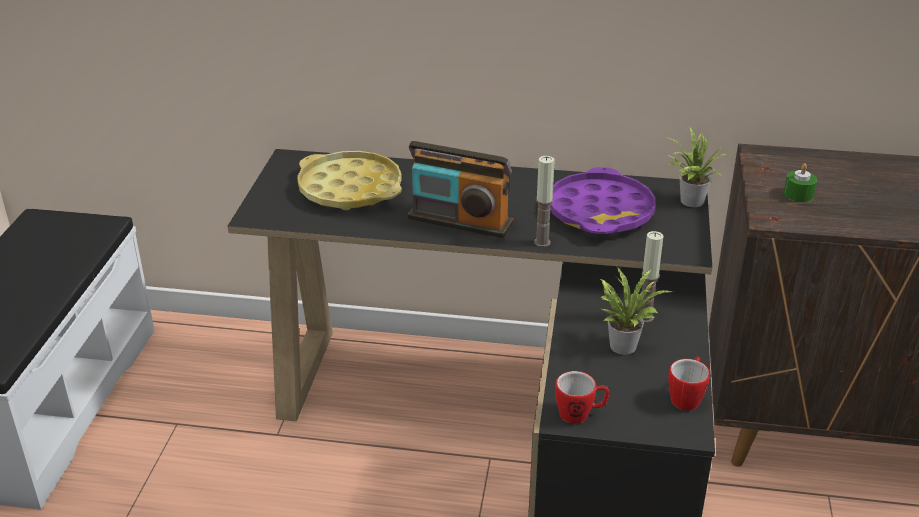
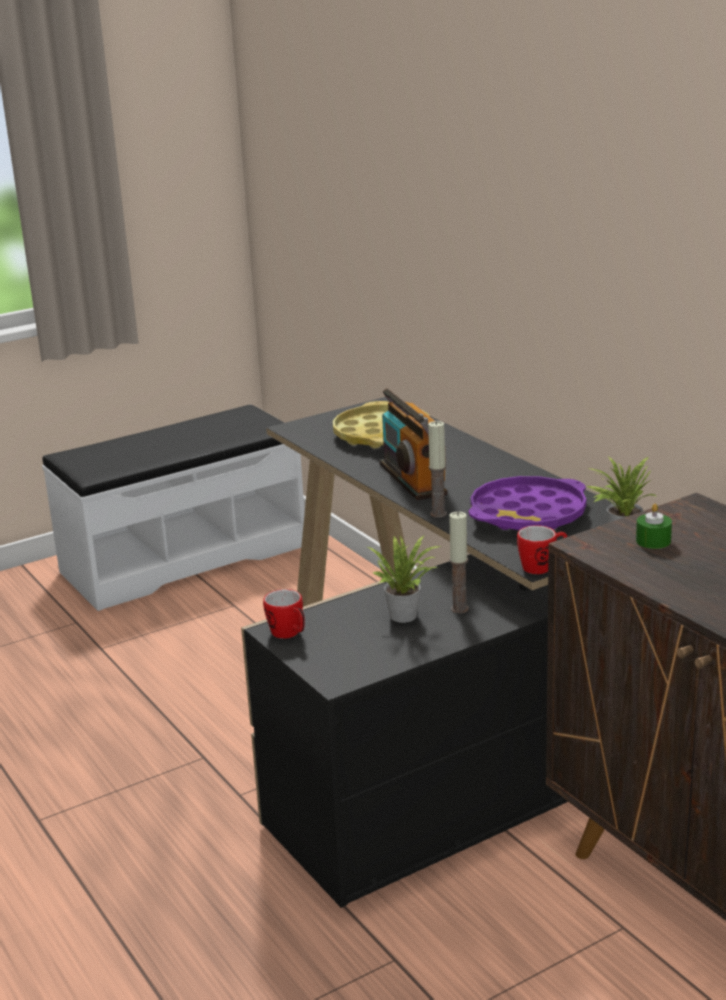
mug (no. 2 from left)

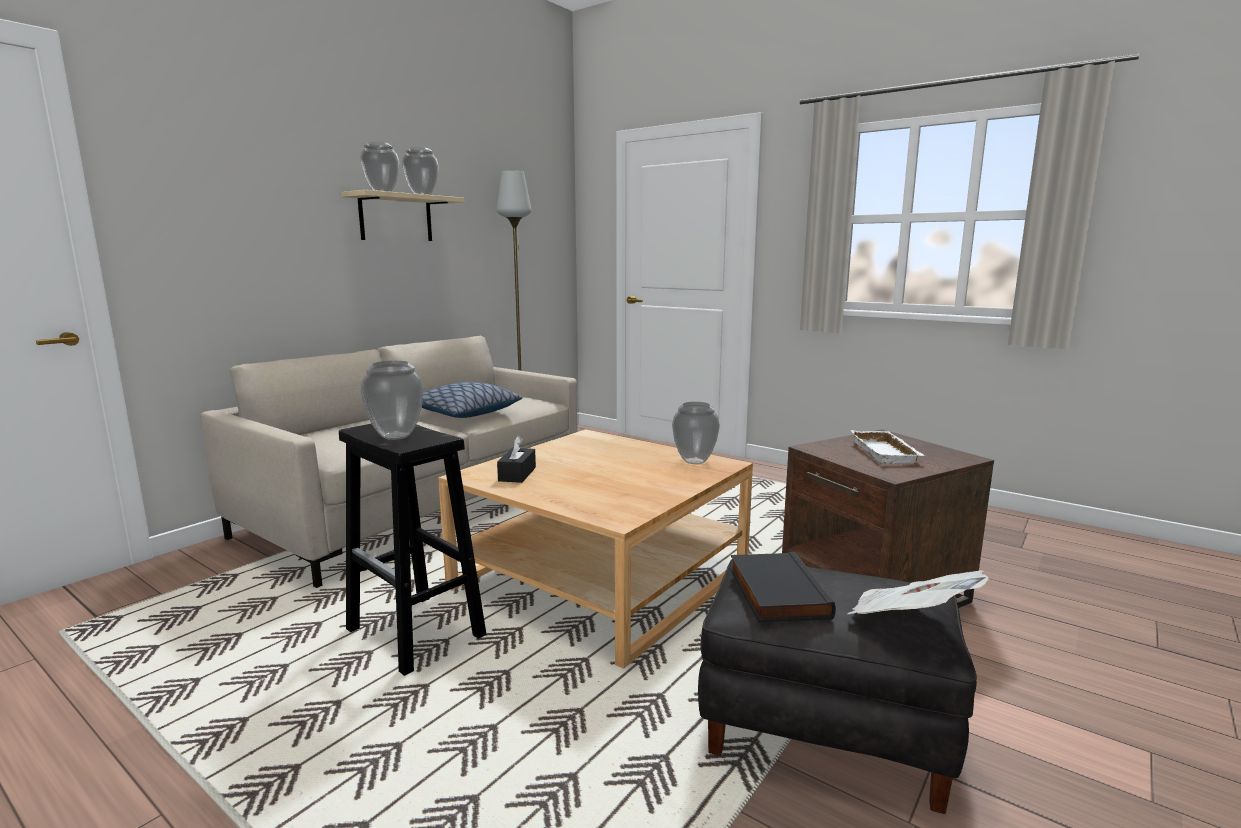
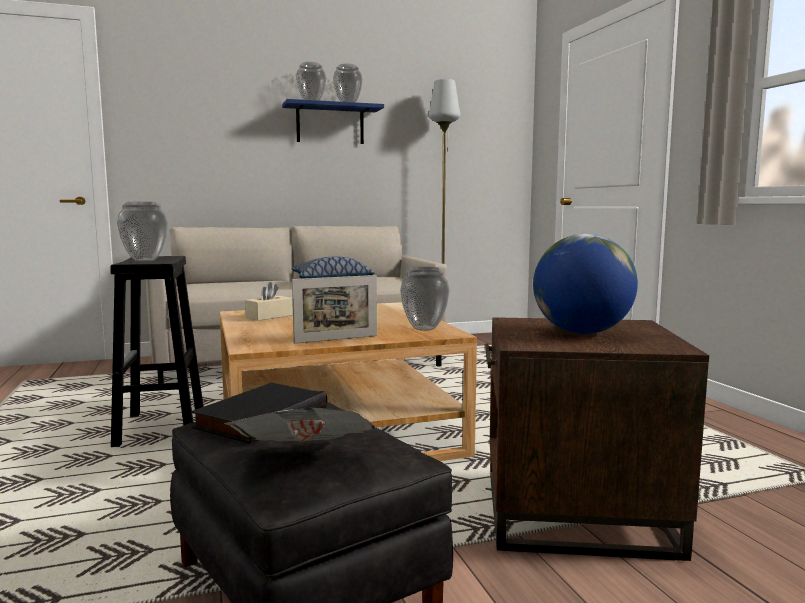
photo frame
world globe
bluish bracket shelf
beige tissue box

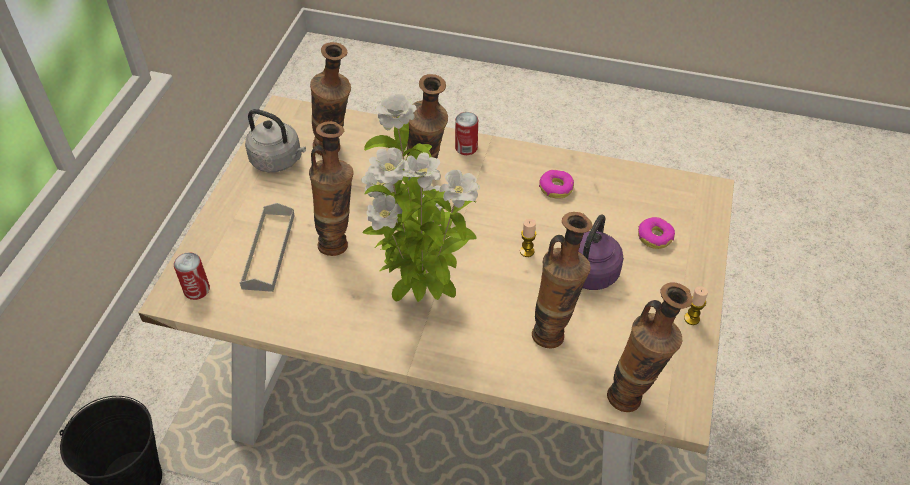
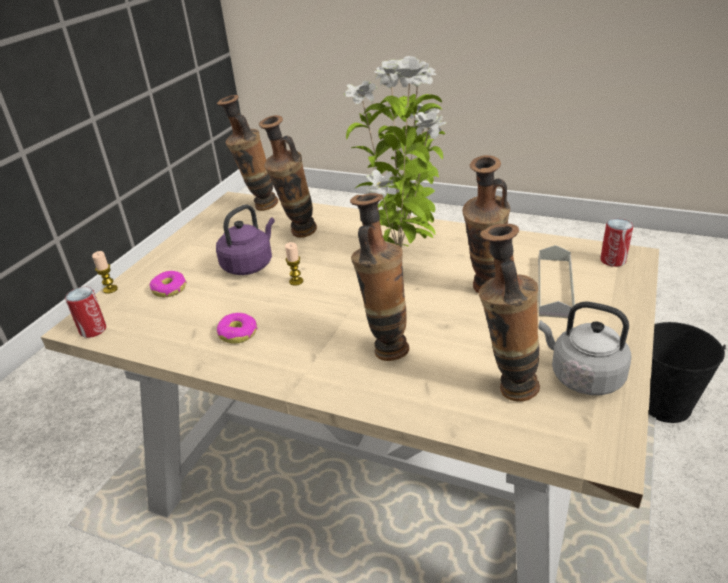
sealed can (no. 1 from left)
candle (no. 1 from left)

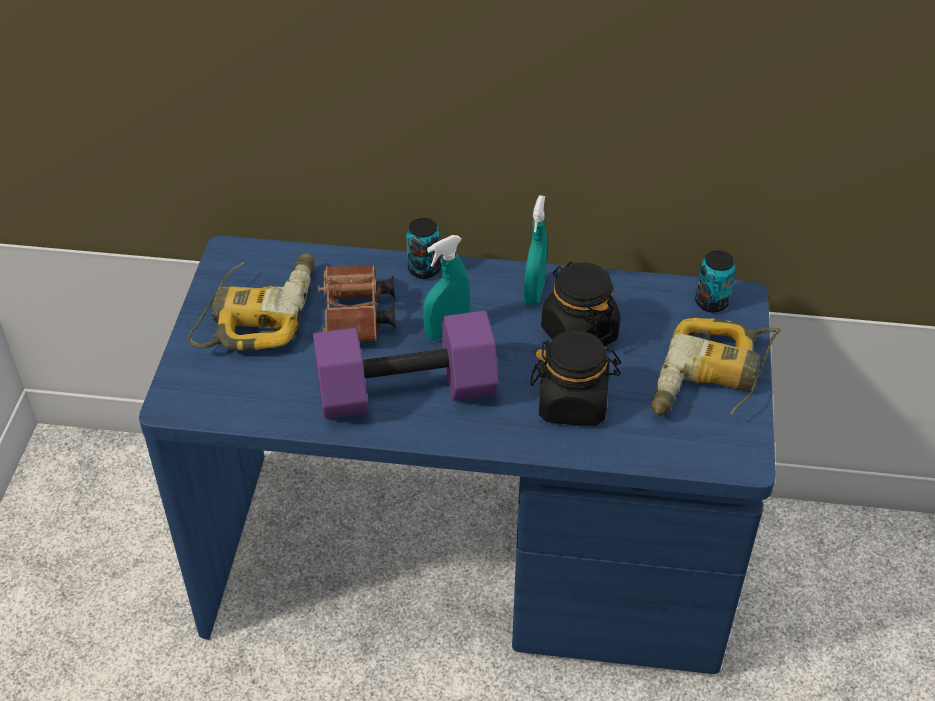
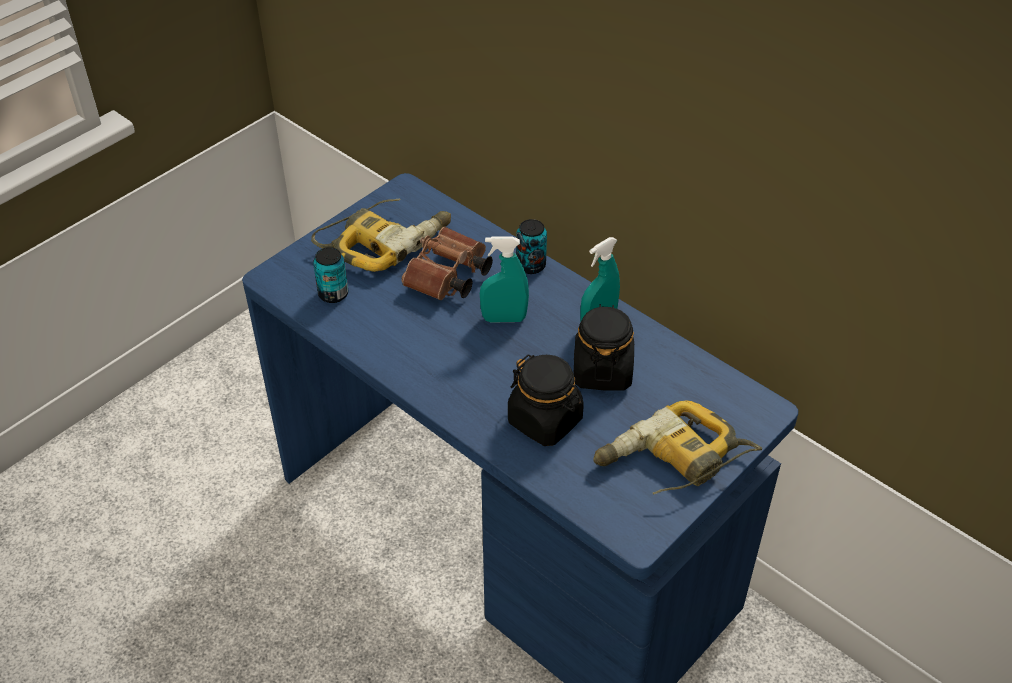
purple free weight
sealed can (no. 1 from left)

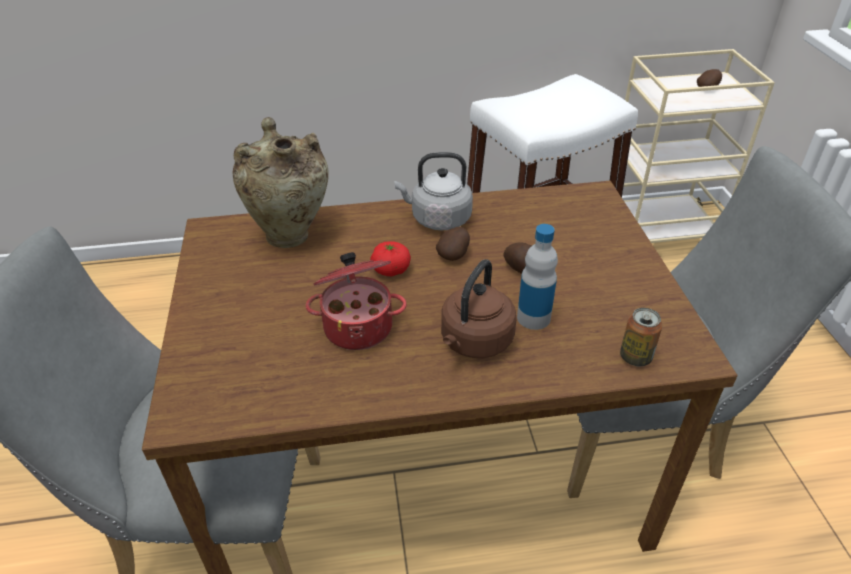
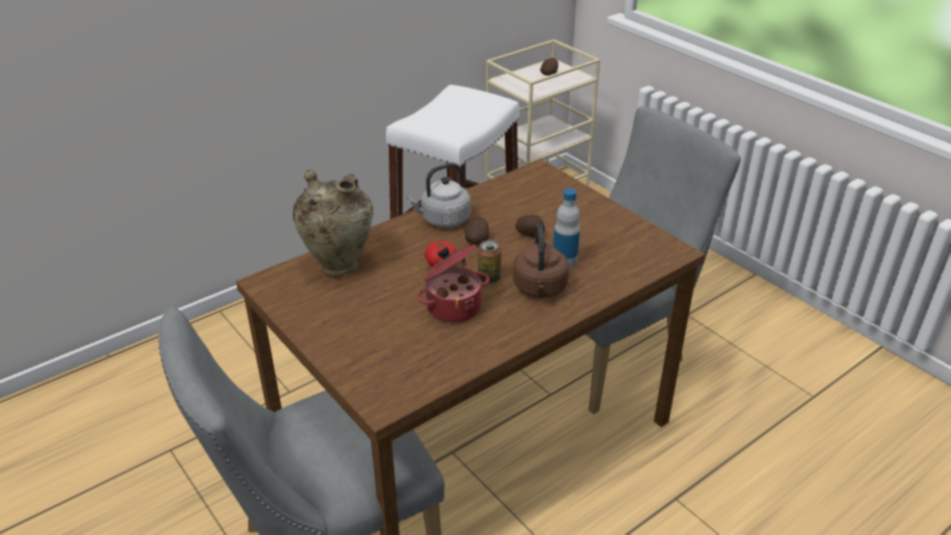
sealed can

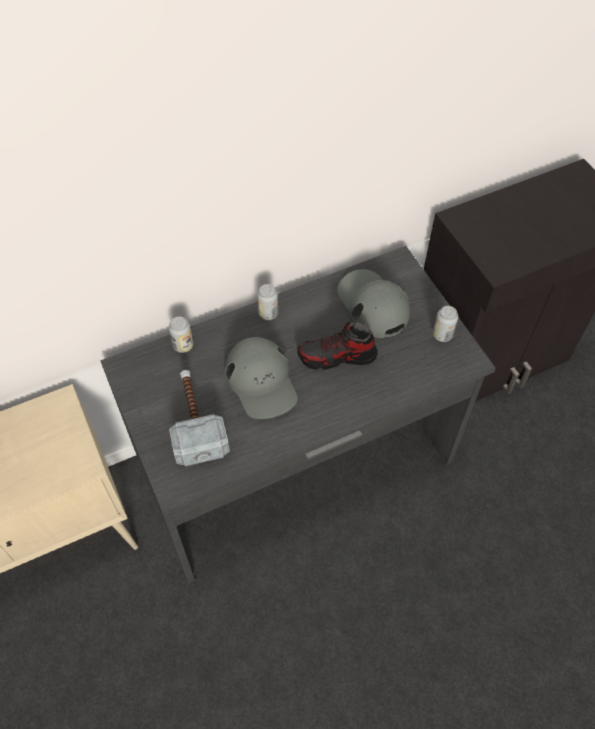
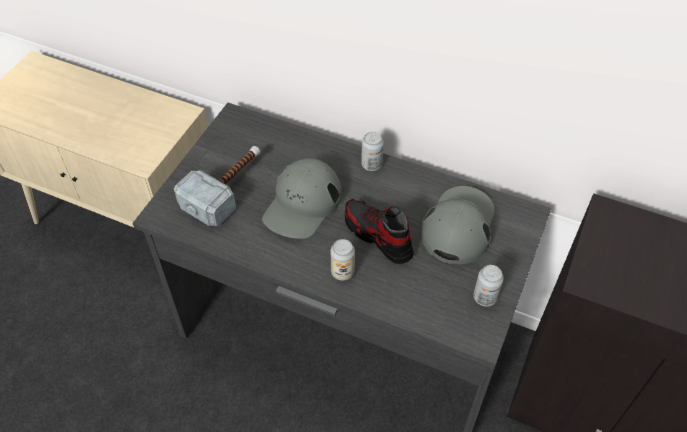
sealed can (no. 1 from left)

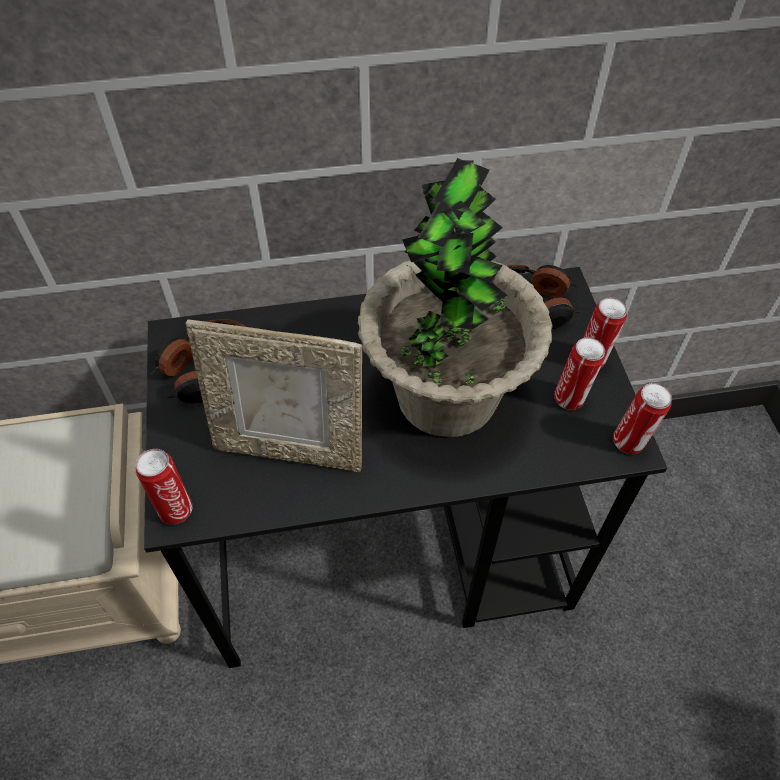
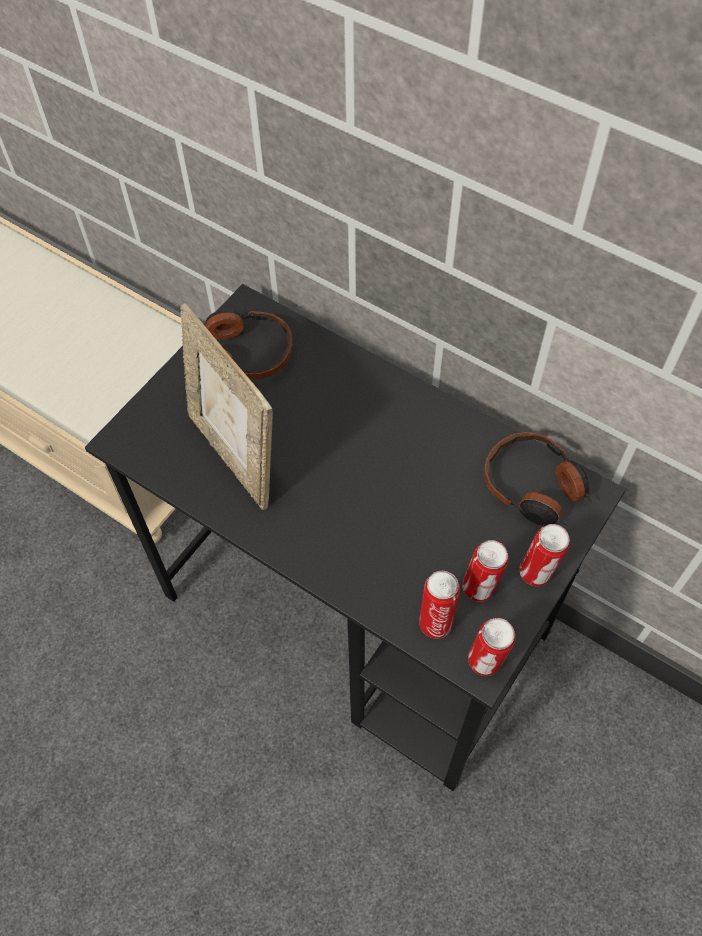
plant in a pot
sealed can (no. 1 from left)

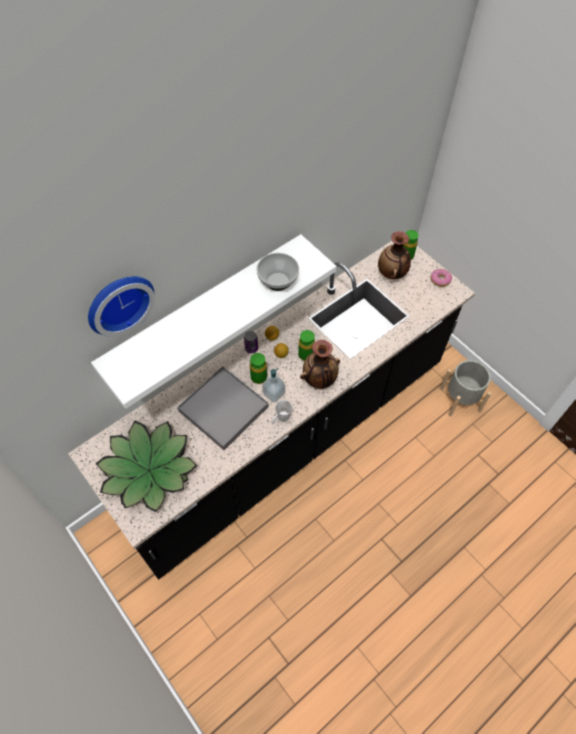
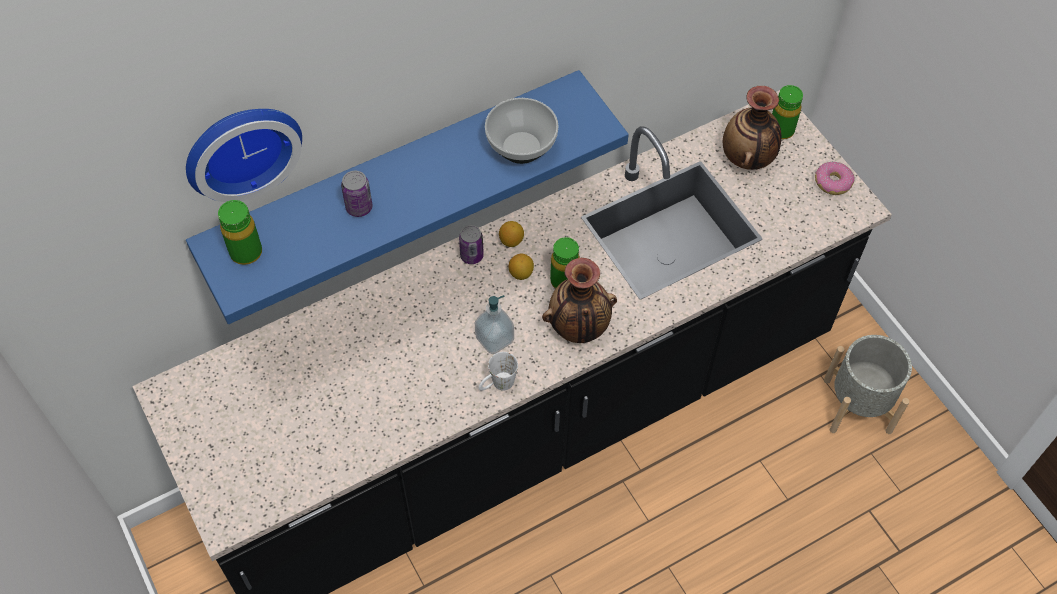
plant in a pot
gray serving tray
sealed can (no. 1 from left)
green-coloured bottle (no. 1 from left)
bluish bracket shelf

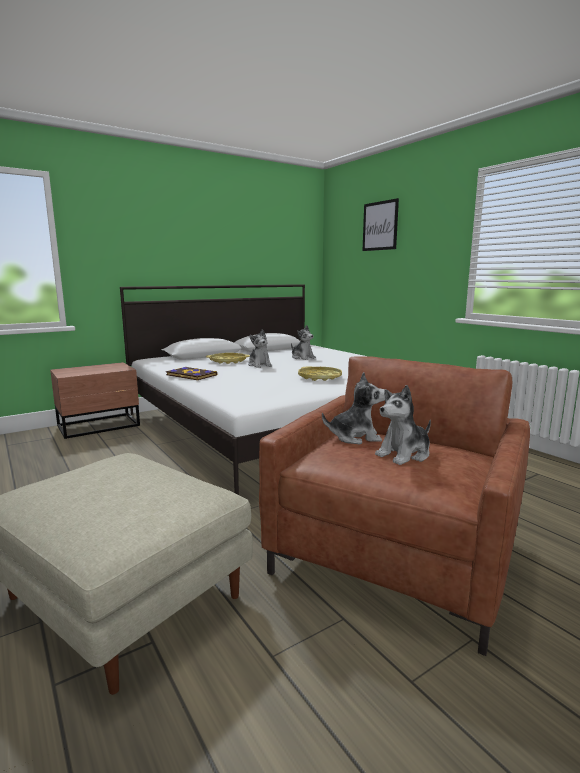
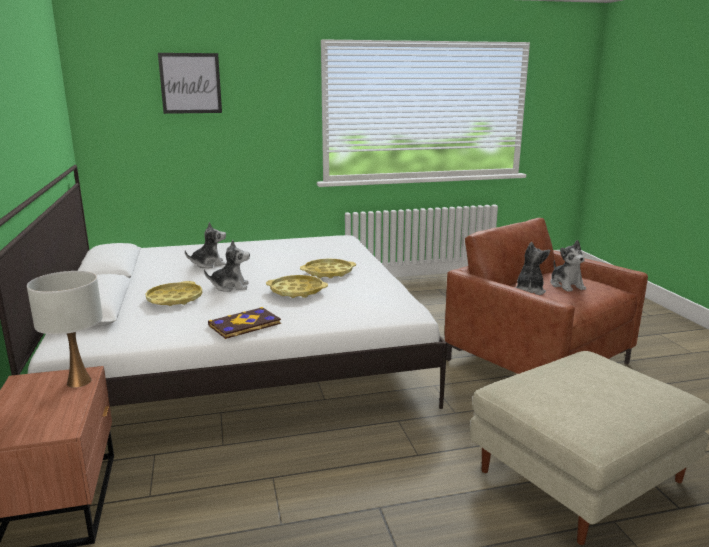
white-coloured table lamp
yellow-coloured serving tray (no. 2 from left)

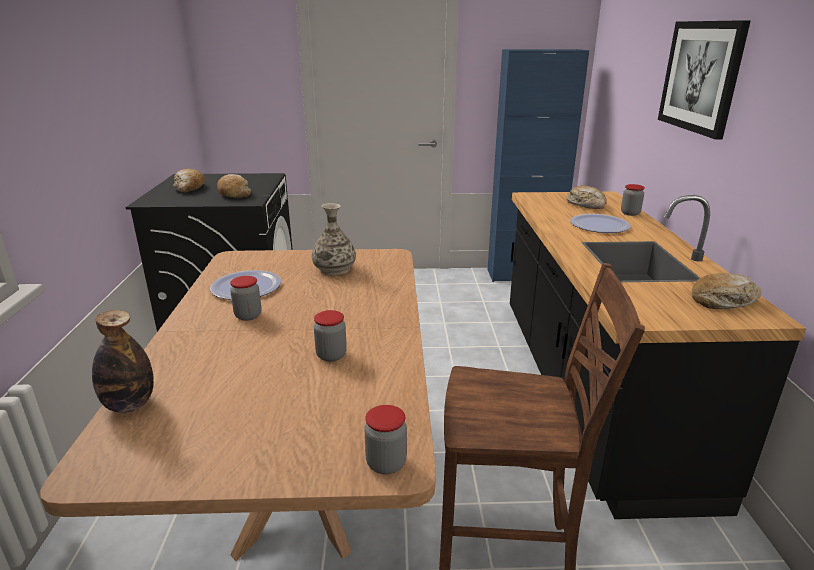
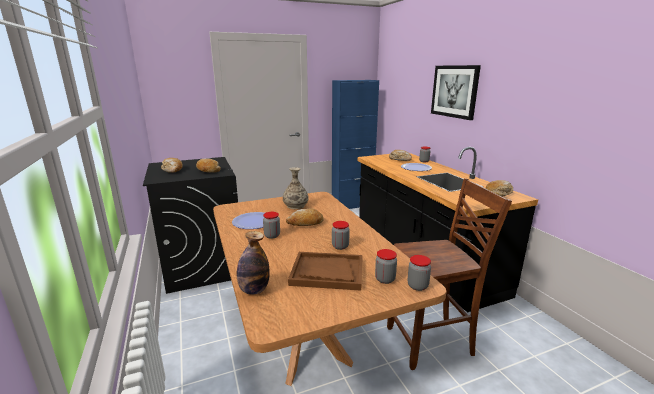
bakery bread (no. 3 from left)
brownish serving tray
storage jar (no. 3 from left)

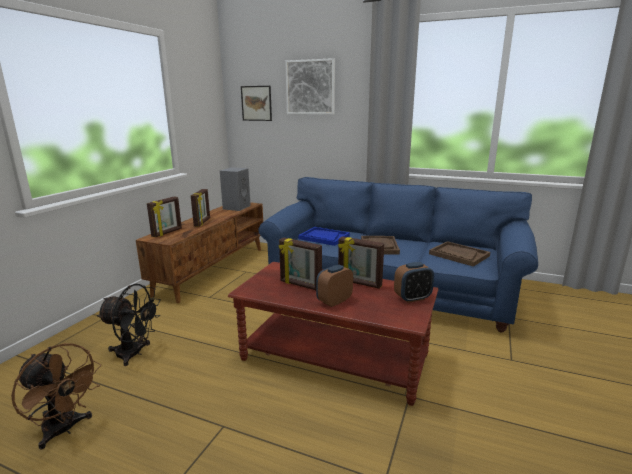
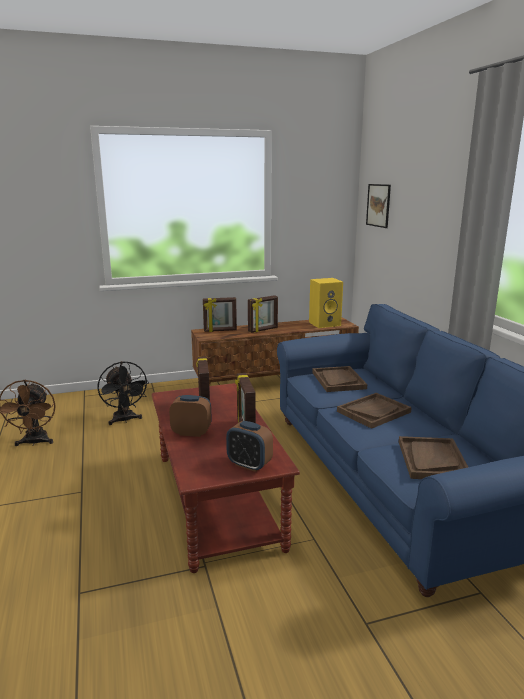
wall picture (no. 2 from left in the first image)
yellow-coloured speaker
brownish serving tray (no. 1 from left)

